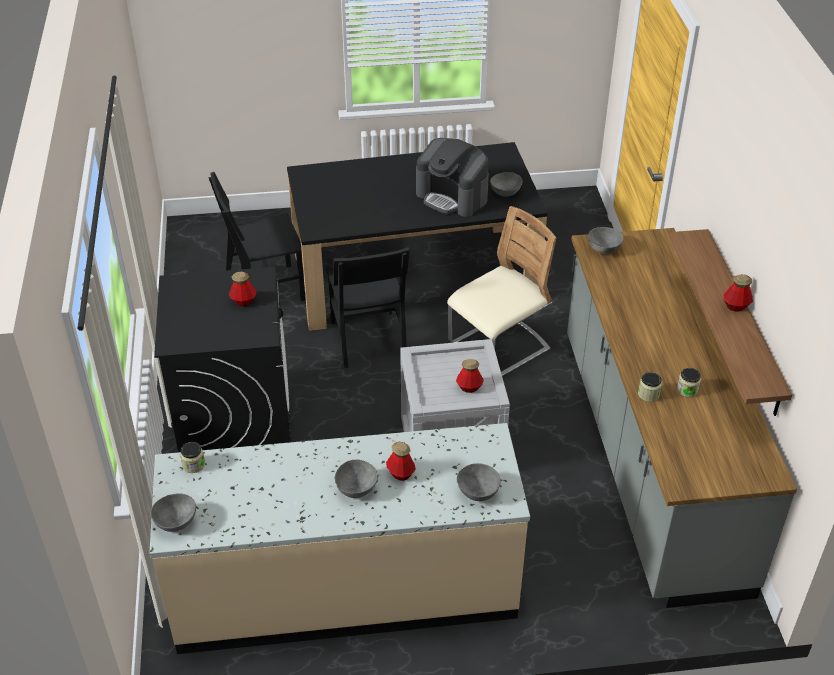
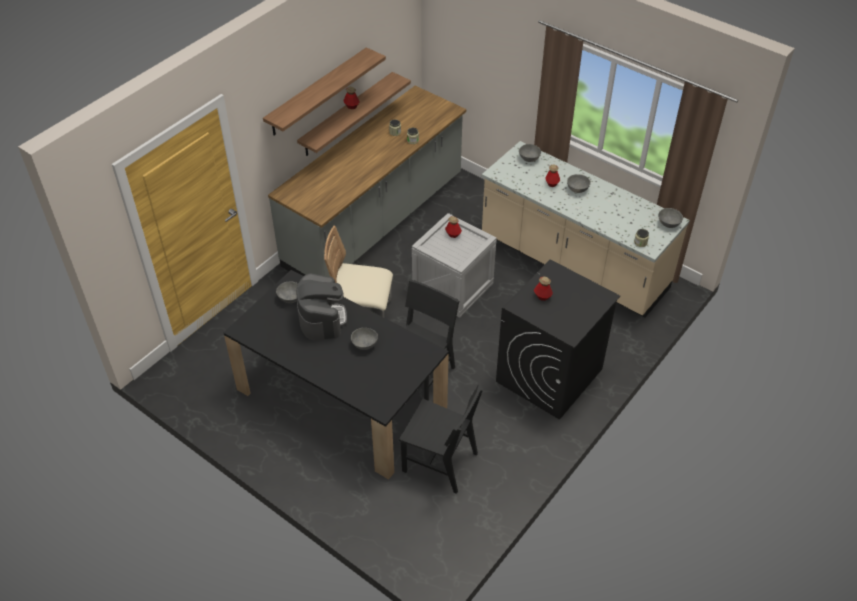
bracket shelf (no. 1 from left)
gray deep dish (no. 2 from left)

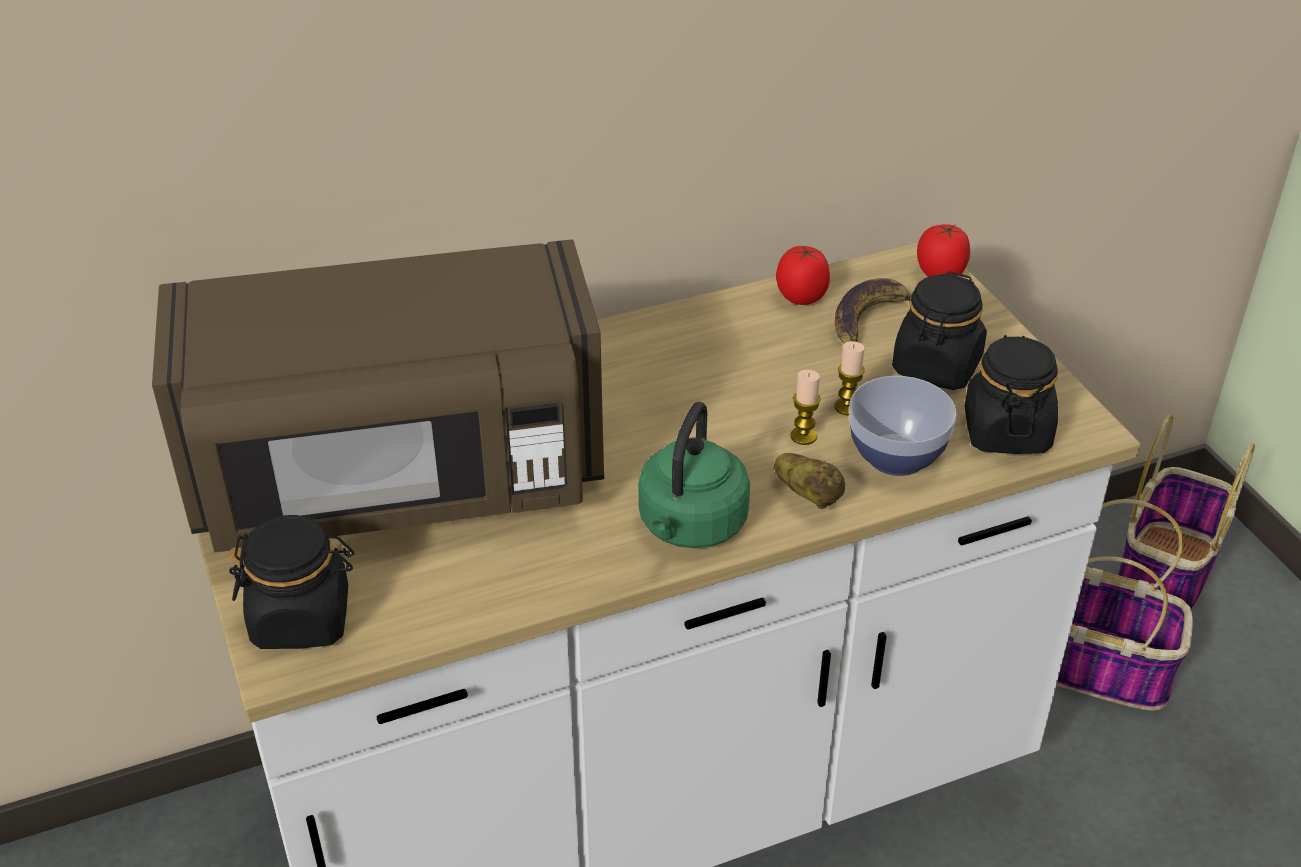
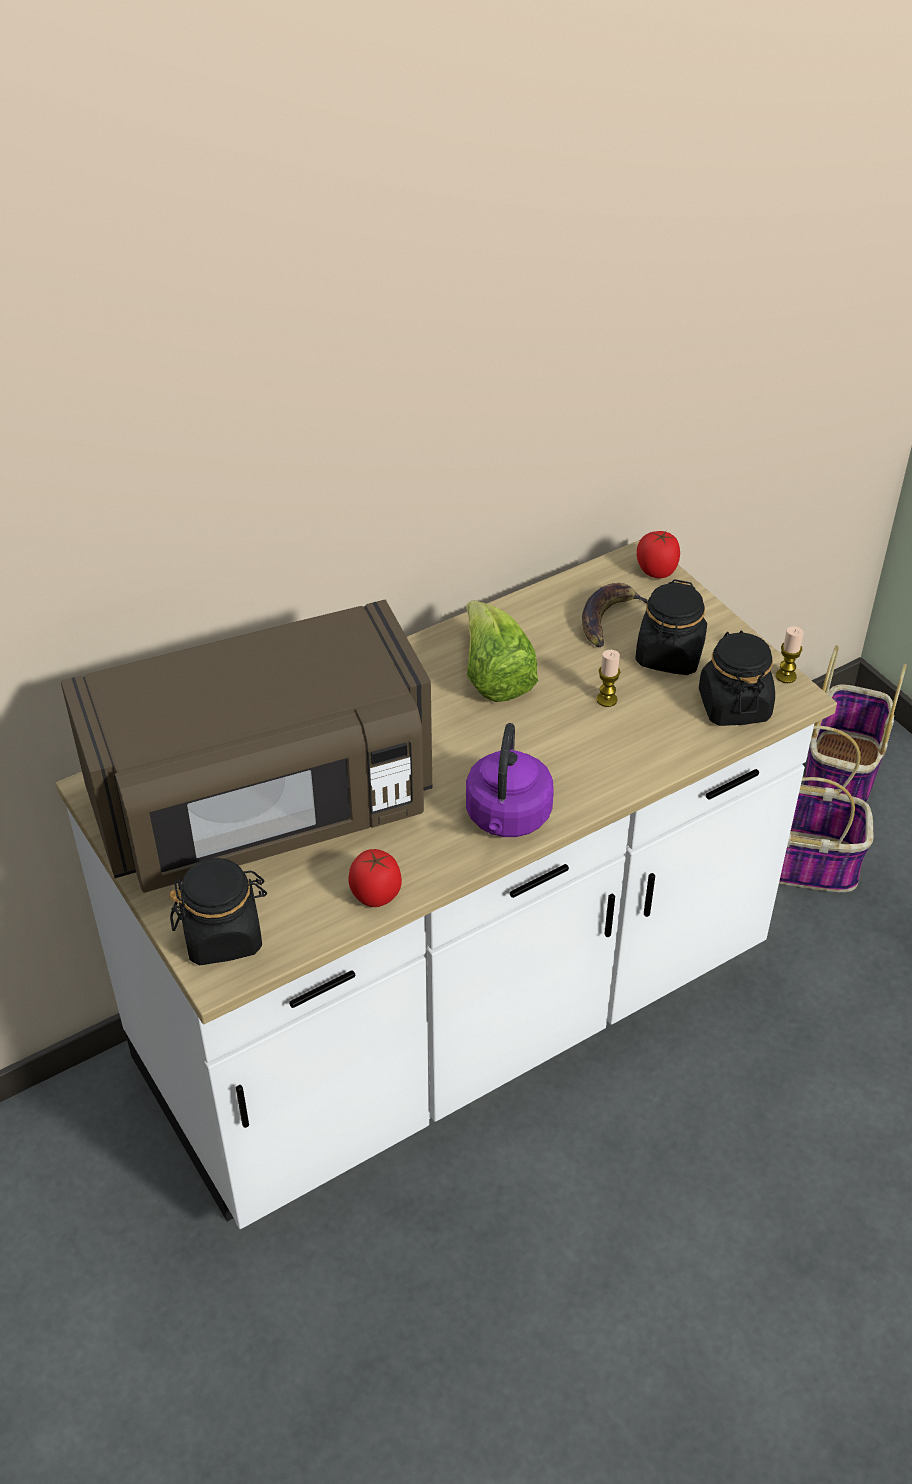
spud
deep dish
lettuce
whole tomato (no. 1 from left)
candle (no. 2 from left)
purple kettle

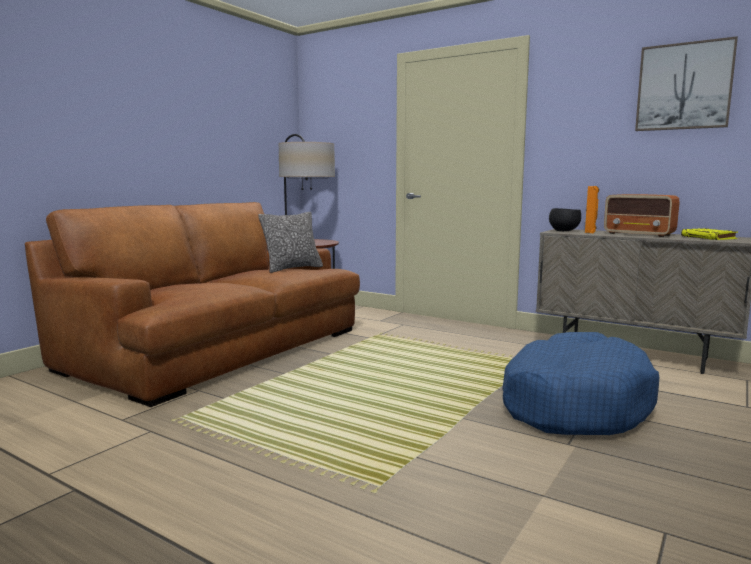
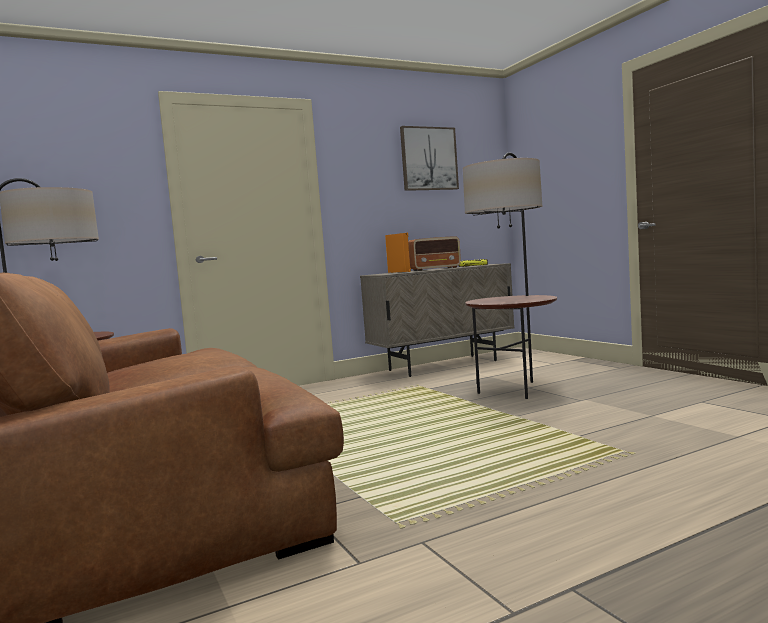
cushion
black deep dish
standing lamp (no. 2 from left)

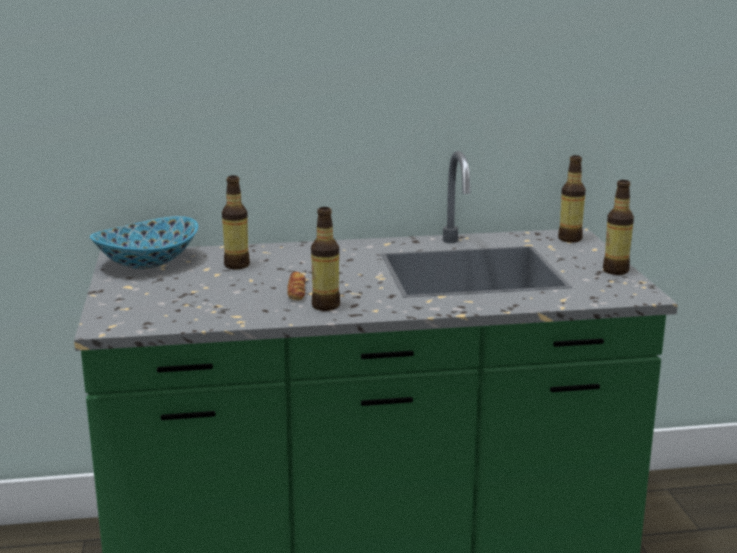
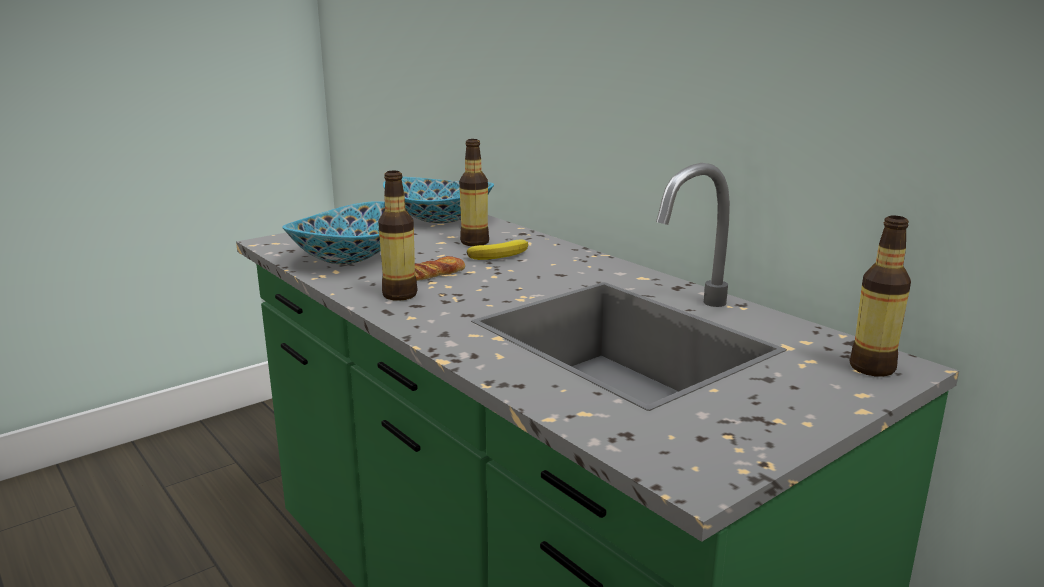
bottle (no. 4 from left in the first image)
deep dish (no. 1 from left)
whole banana

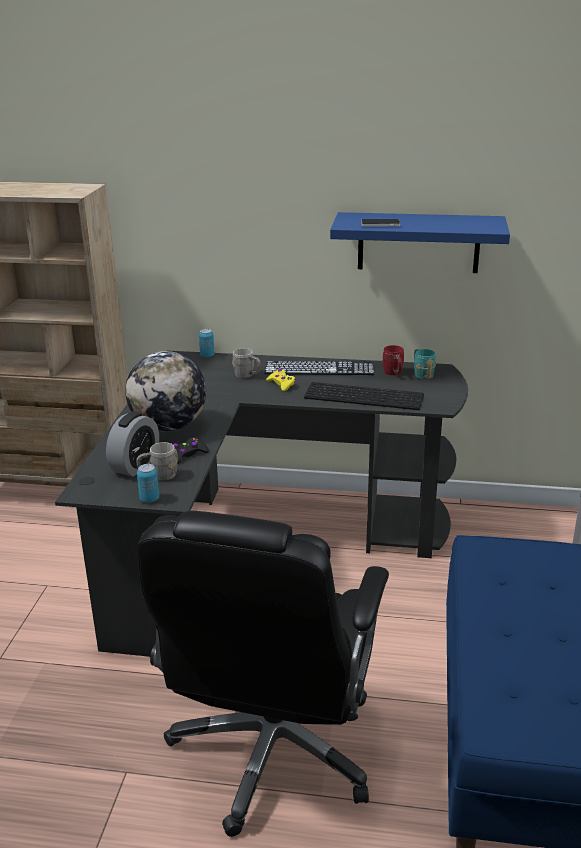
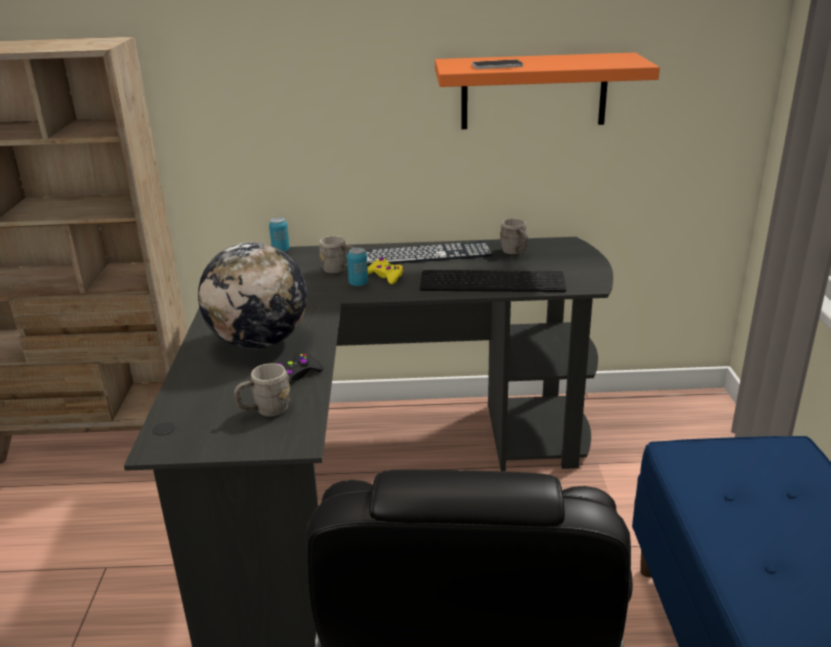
table clock
blue-green mug
sealed can (no. 2 from left)
orange-coloured bracket shelf
gray mug (no. 3 from left)

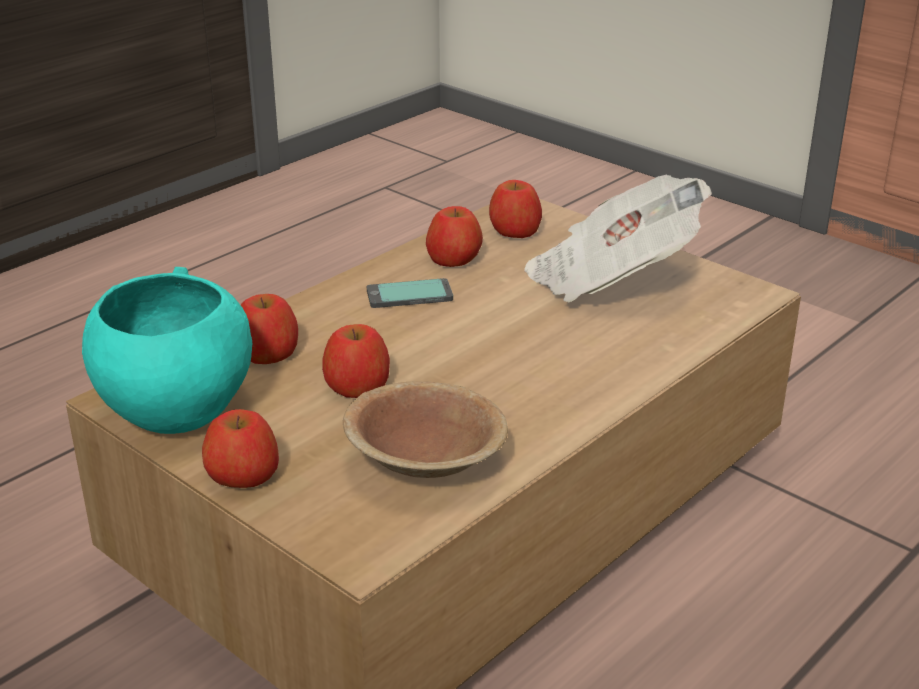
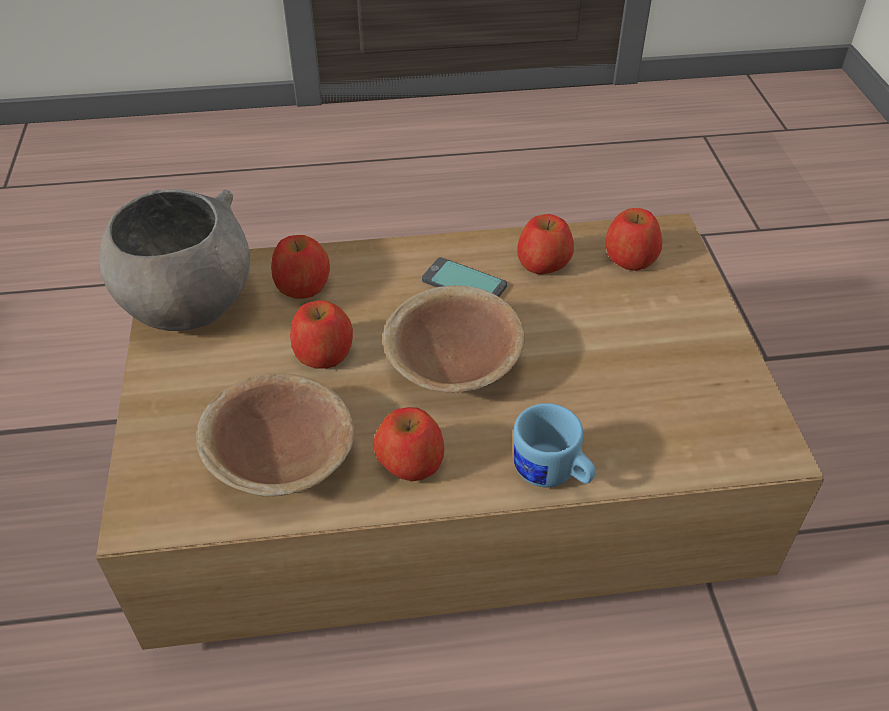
newspaper
brownish deep dish (no. 2 from left)
bluish mug
apple (no. 3 from left)
gray deep dish

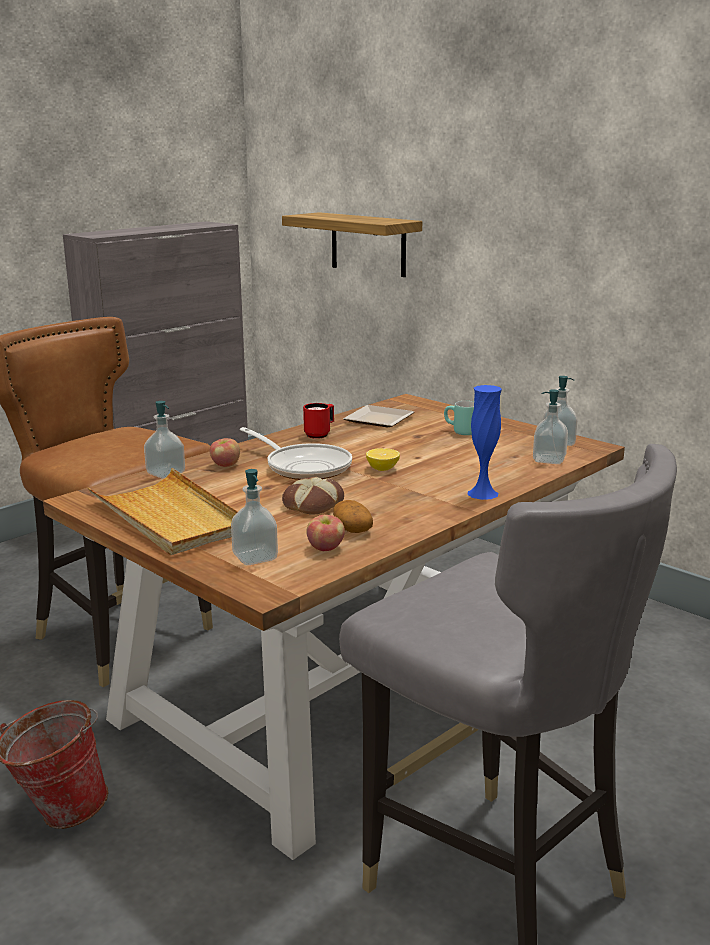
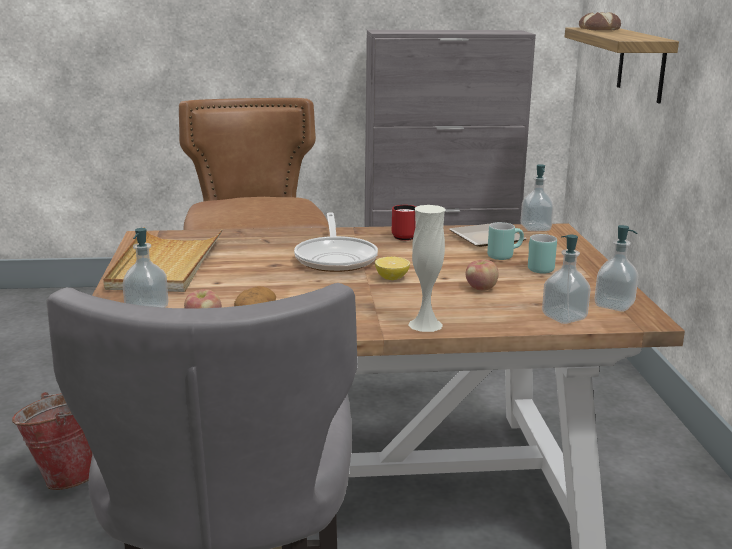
blue-green mug (no. 1 from left)
soap bottle (no. 2 from left)
apple (no. 2 from left)
bakery bread
white-coloured flower vase

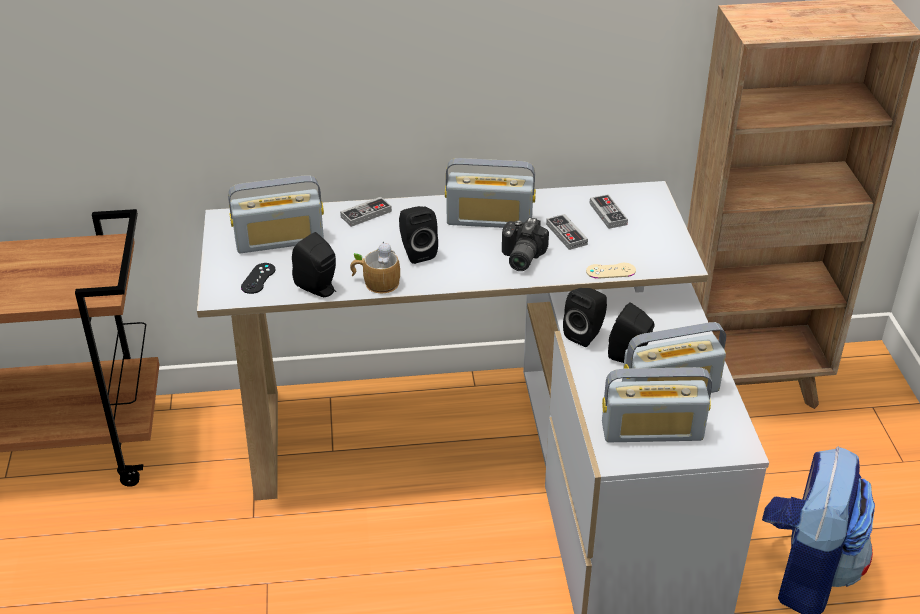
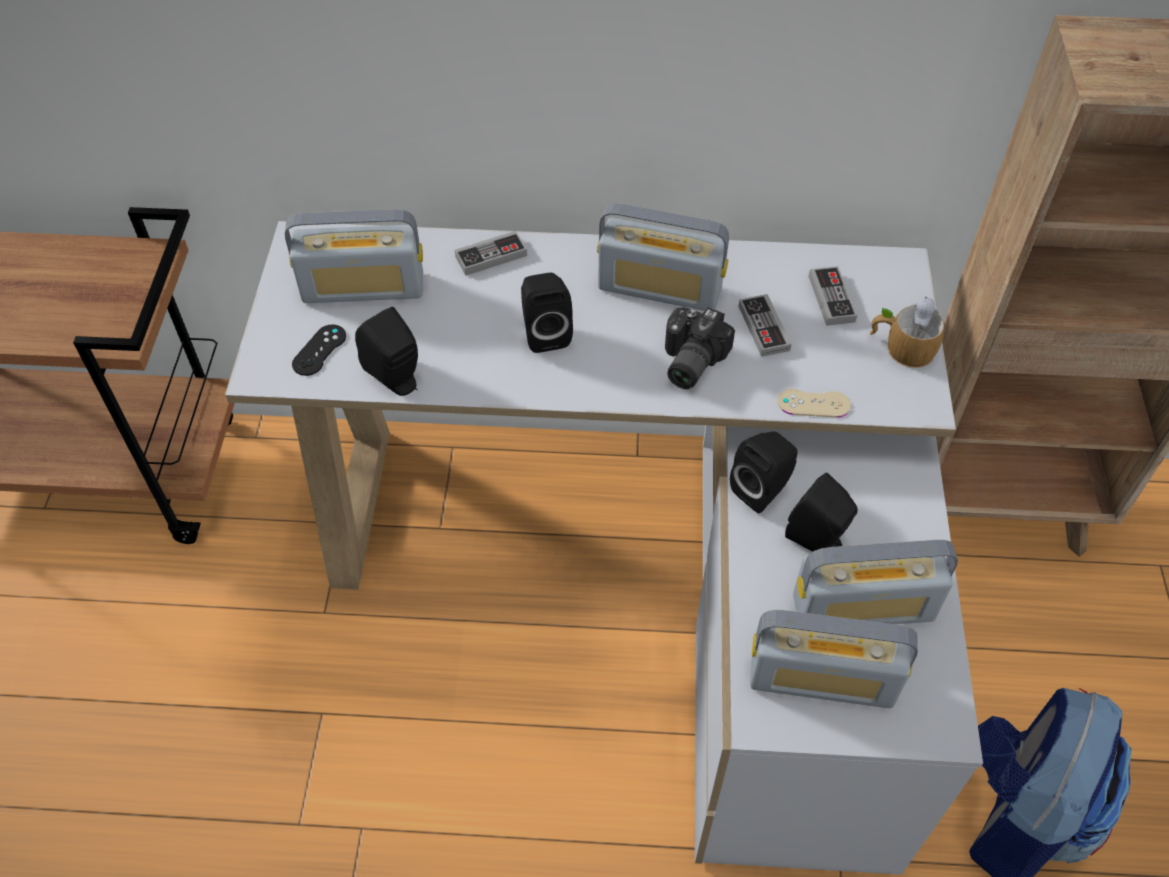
mug

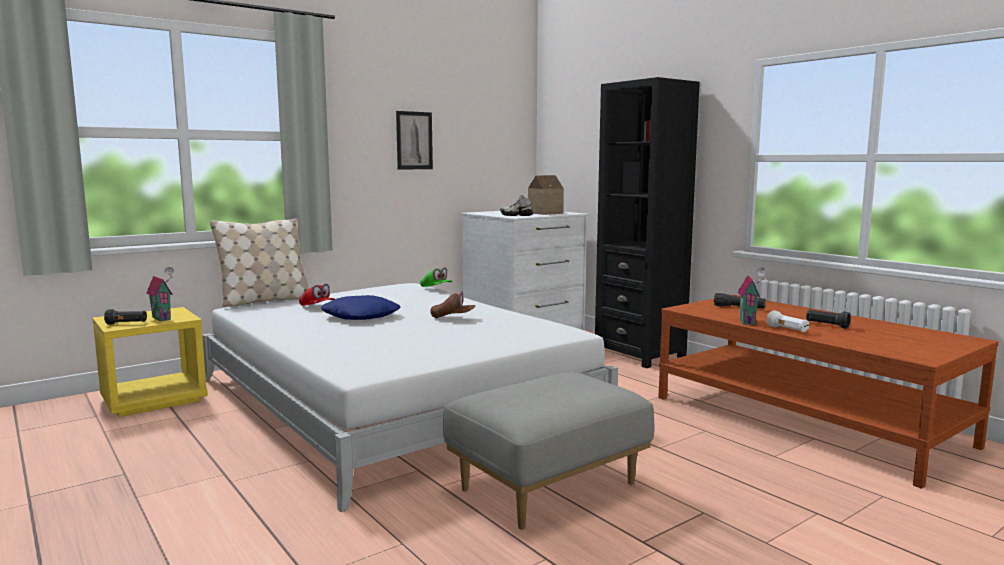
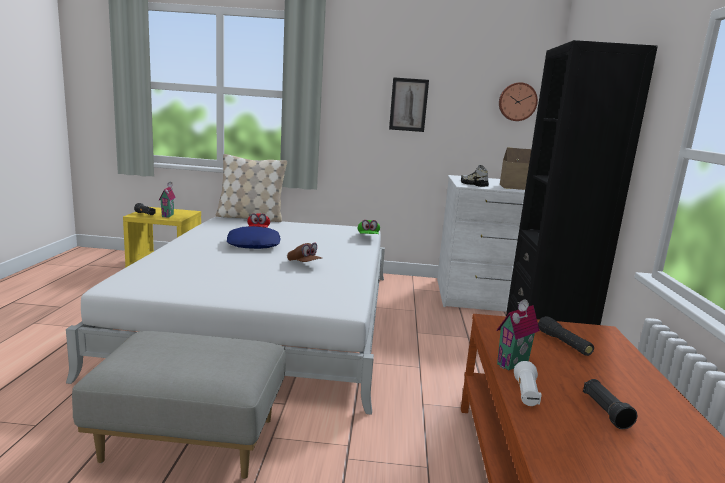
wall clock

